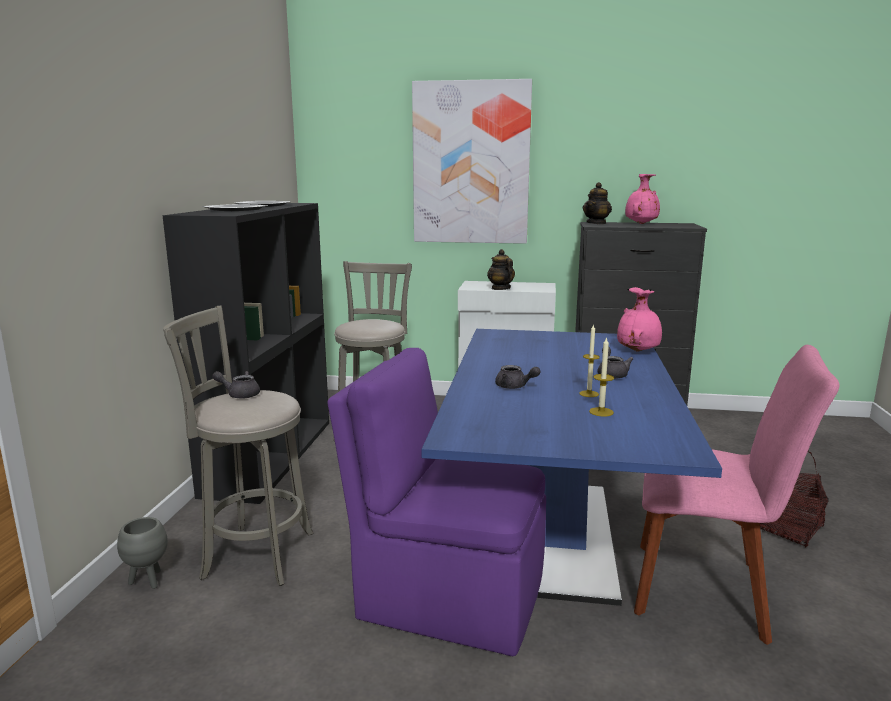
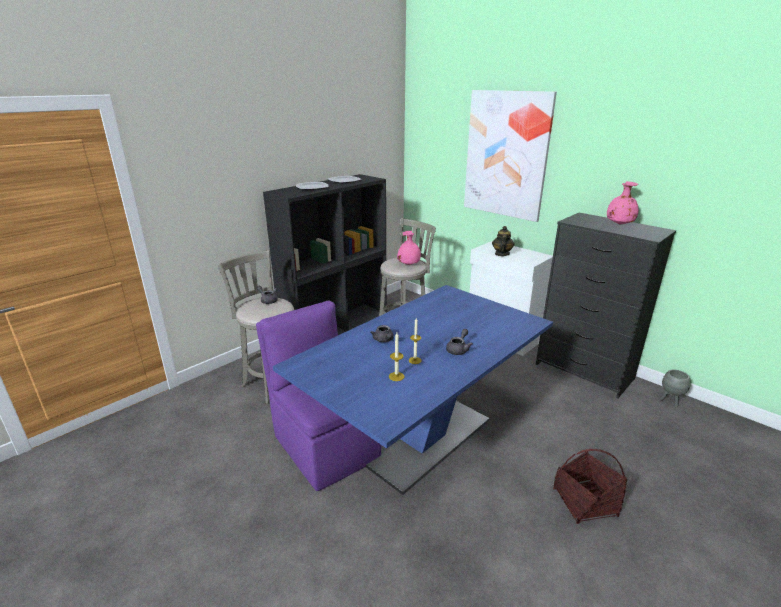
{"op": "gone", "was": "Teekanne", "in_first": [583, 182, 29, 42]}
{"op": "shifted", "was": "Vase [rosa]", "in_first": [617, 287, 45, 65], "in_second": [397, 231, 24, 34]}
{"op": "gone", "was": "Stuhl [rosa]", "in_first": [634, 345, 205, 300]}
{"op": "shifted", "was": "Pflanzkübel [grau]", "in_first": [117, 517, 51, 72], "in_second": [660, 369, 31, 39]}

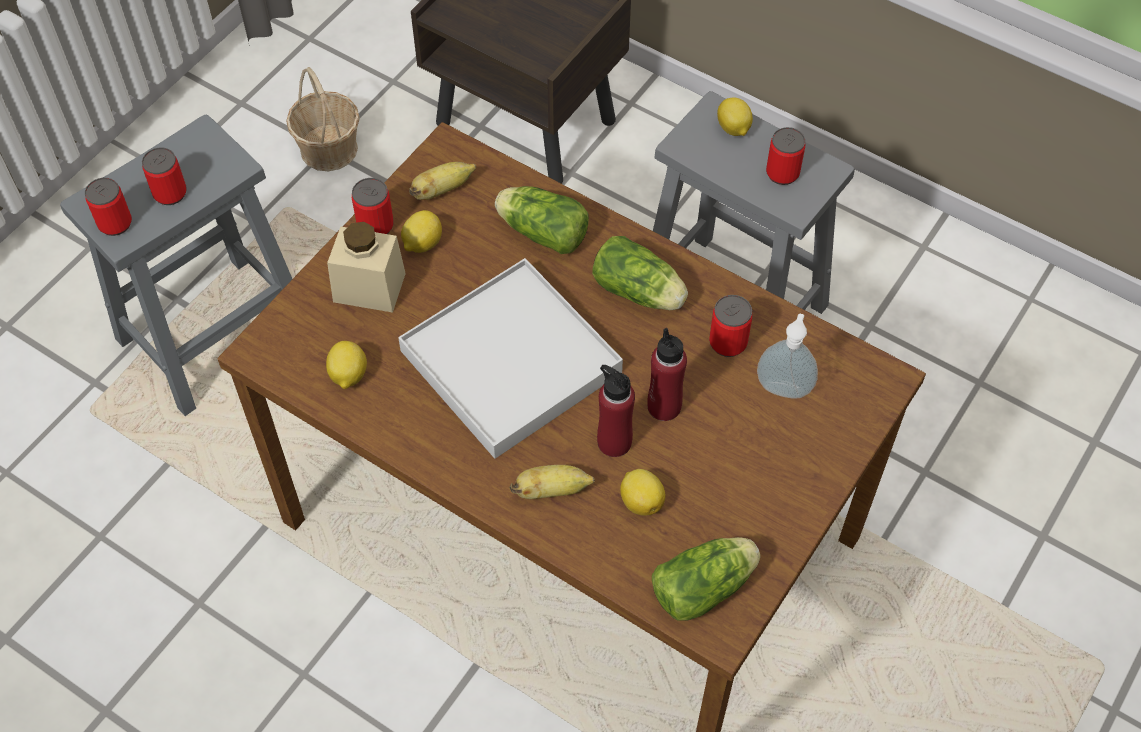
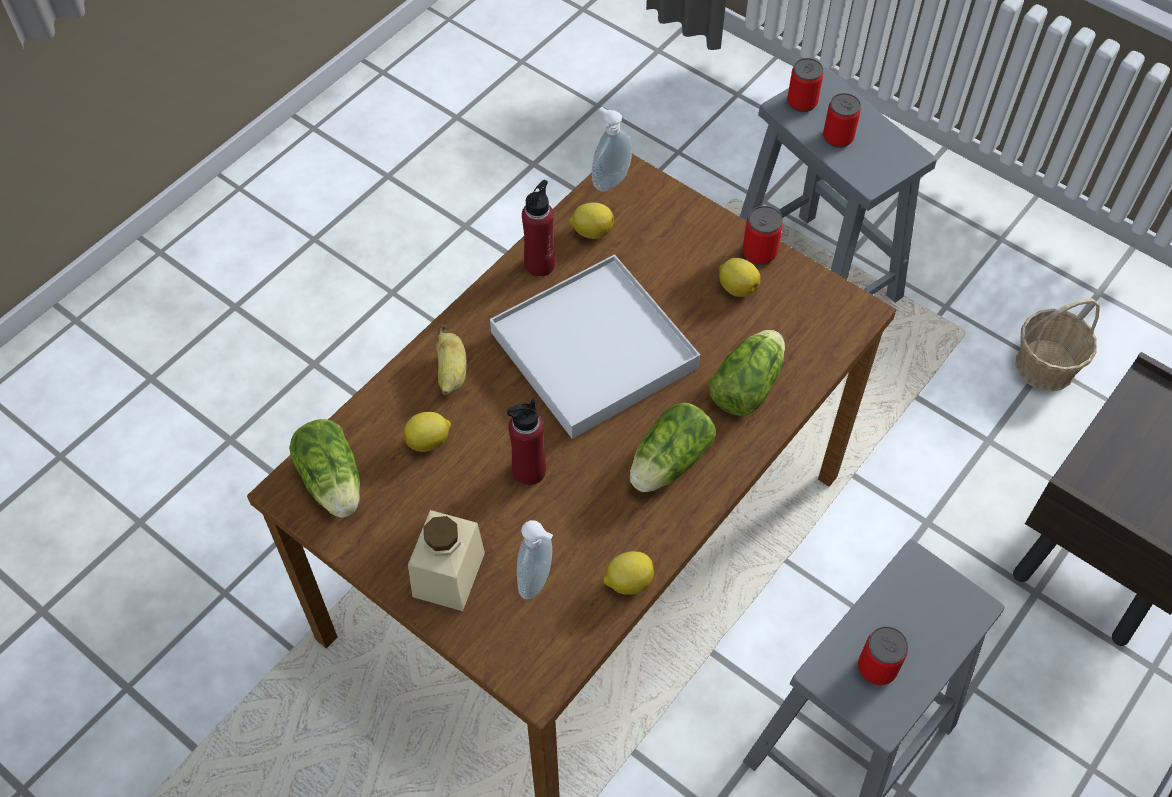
{"op": "shifted", "was": "Zitrone", "in_first": [717, 97, 36, 39], "in_second": [603, 551, 51, 44]}
{"op": "gone", "was": "Banane", "in_first": [409, 162, 67, 38]}
{"op": "shifted", "was": "Vorratsglas [beige]", "in_first": [327, 222, 79, 91], "in_second": [408, 510, 77, 101]}
{"op": "gone", "was": "Dose", "in_first": [709, 295, 44, 62]}
{"op": "shifted", "was": "Flasche [rot]", "in_first": [597, 365, 38, 92], "in_second": [522, 180, 33, 97]}
{"op": "new", "now": "Seifenspender", "in_second": [592, 107, 40, 85]}

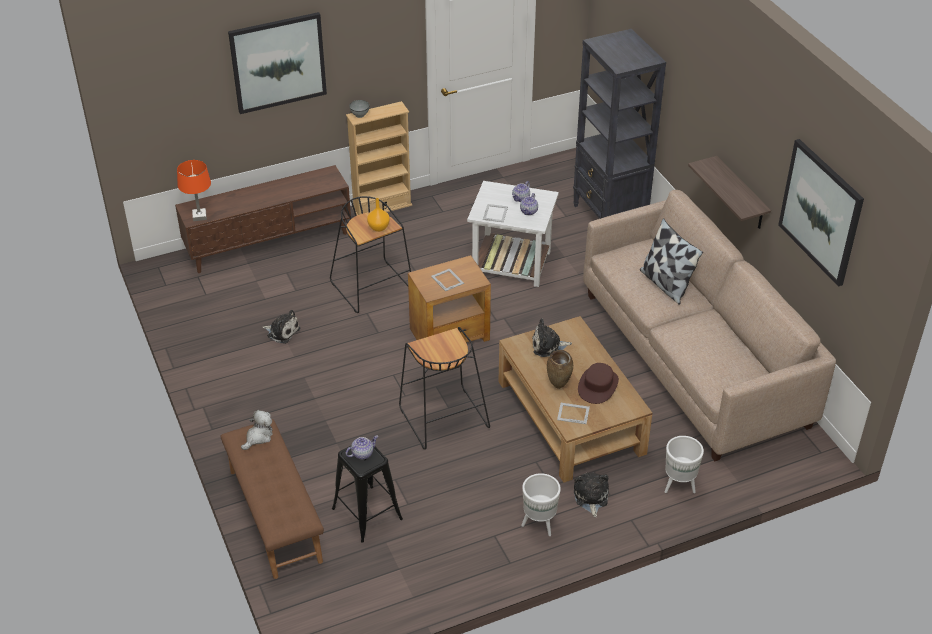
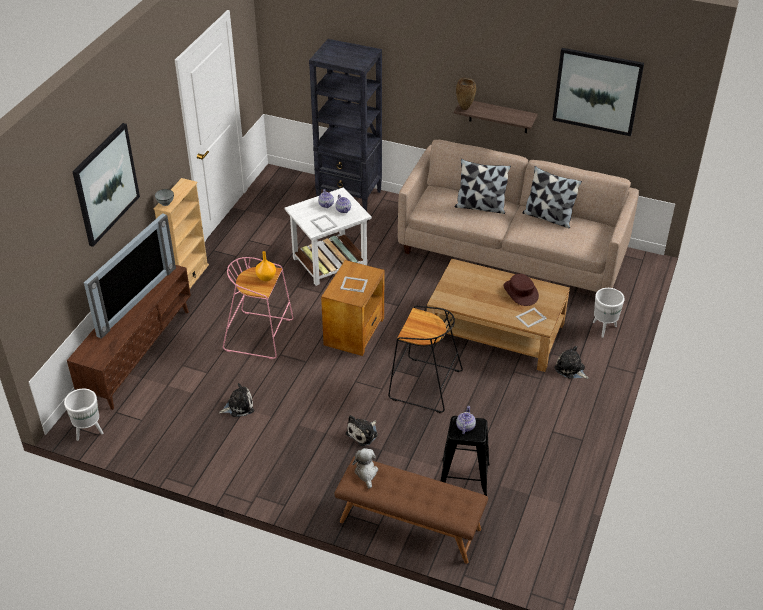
{"op": "gone", "was": "Tischlampe [orange]", "in_first": [177, 160, 34, 61]}
{"op": "repainted", "was": "Hocker [schwarz]", "now": "Hocker [rosa]", "in_first": [330, 196, 81, 117], "in_second": [223, 257, 71, 102]}
{"op": "shifted", "was": "Plüschtier", "in_first": [532, 318, 40, 39], "in_second": [346, 415, 32, 31]}
{"op": "shifted", "was": "Vase [braun]", "in_first": [547, 350, 26, 39], "in_second": [456, 78, 20, 32]}
{"op": "shifted", "was": "Pflanzkübel [weiß]", "in_first": [521, 473, 40, 63], "in_second": [64, 389, 39, 52]}
{"op": "new", "now": "Kissen", "in_second": [522, 166, 60, 63]}
{"op": "new", "now": "Fernseher", "in_second": [84, 213, 92, 126]}

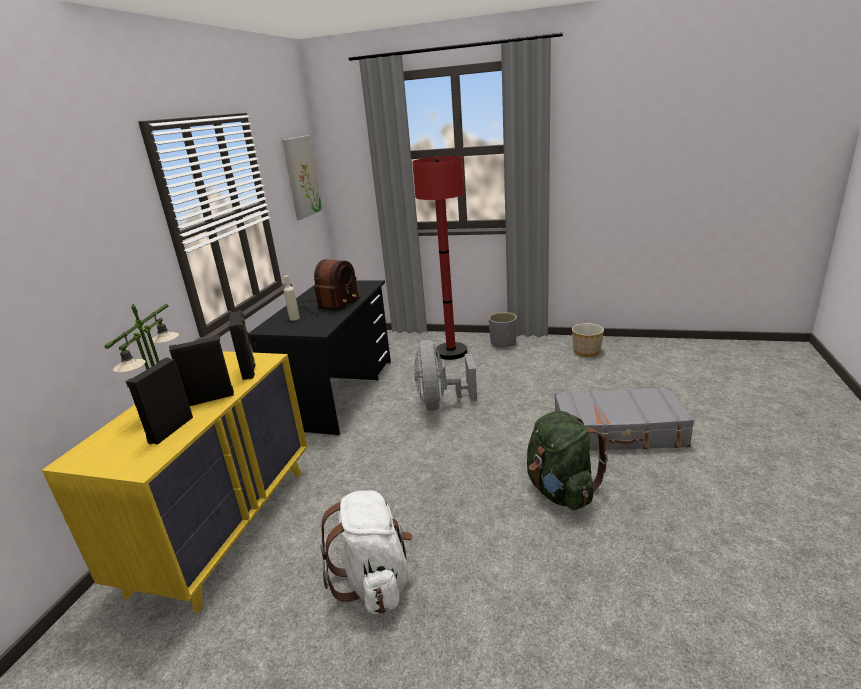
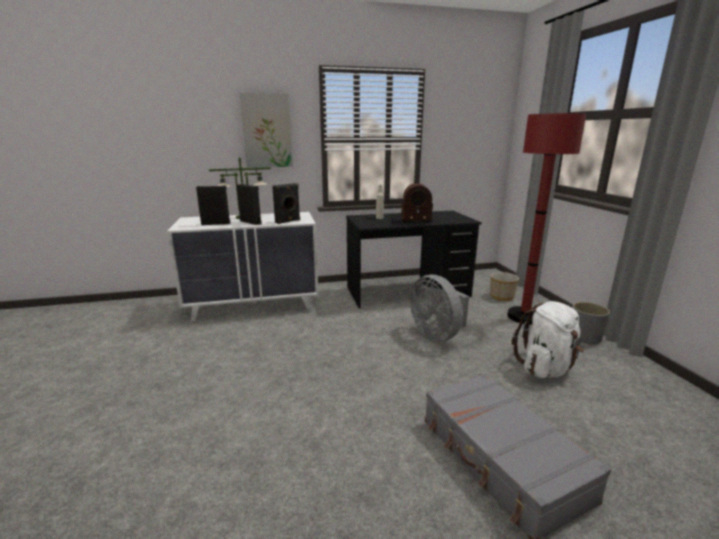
{"op": "shifted", "was": "Bild", "in_first": [282, 135, 41, 85], "in_second": [240, 93, 53, 75]}
{"op": "shifted", "was": "Pflanzkübel", "in_first": [572, 323, 32, 34], "in_second": [490, 272, 29, 29]}
{"op": "rotated", "was": "Ventilator [grau]", "in_first": [414, 340, 63, 71], "in_second": [410, 274, 59, 67], "clockwise": -90}
{"op": "repainted", "was": "Kommode [gelb]", "now": "Kommode [weiß]", "in_first": [42, 351, 266, 262], "in_second": [167, 212, 151, 110]}
{"op": "gone", "was": "Rucksack [grün]", "in_first": [527, 411, 81, 99]}
{"op": "shifted", "was": "Rucksack [weiß]", "in_first": [320, 490, 92, 124], "in_second": [511, 301, 73, 77]}

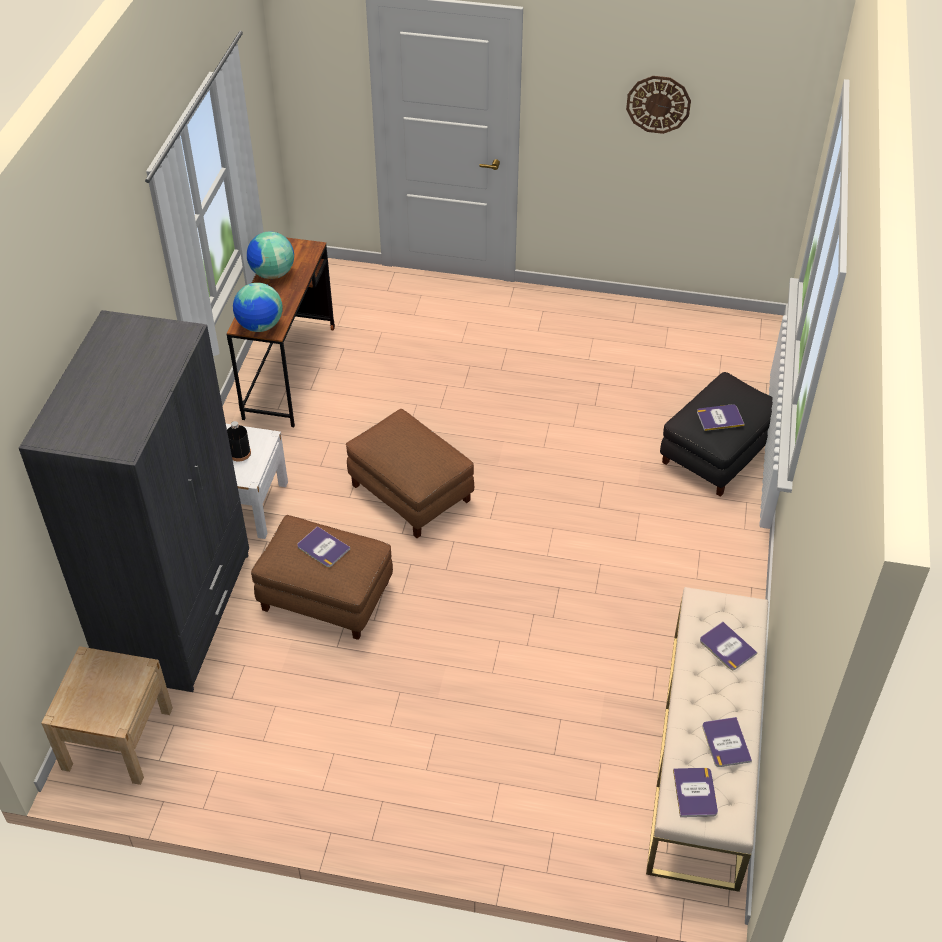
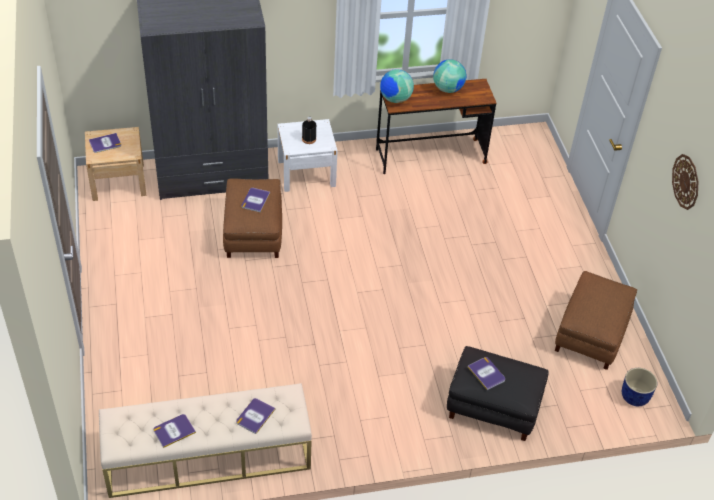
{"op": "shifted", "was": "Polsterhocker [braun]", "in_first": [346, 409, 128, 129], "in_second": [555, 271, 82, 99]}
{"op": "shifted", "was": "Buch", "in_first": [673, 768, 45, 49], "in_second": [89, 133, 32, 20]}
{"op": "new", "now": "Pflanzkübel [blau]", "in_second": [622, 368, 35, 38]}

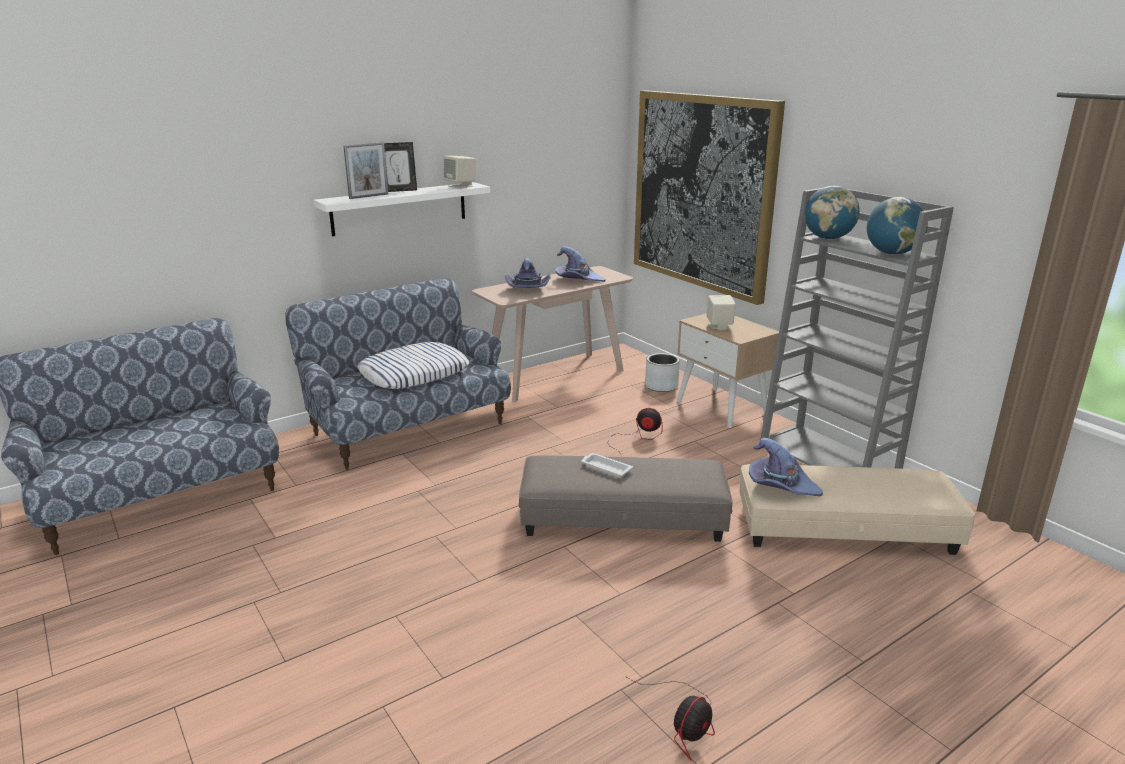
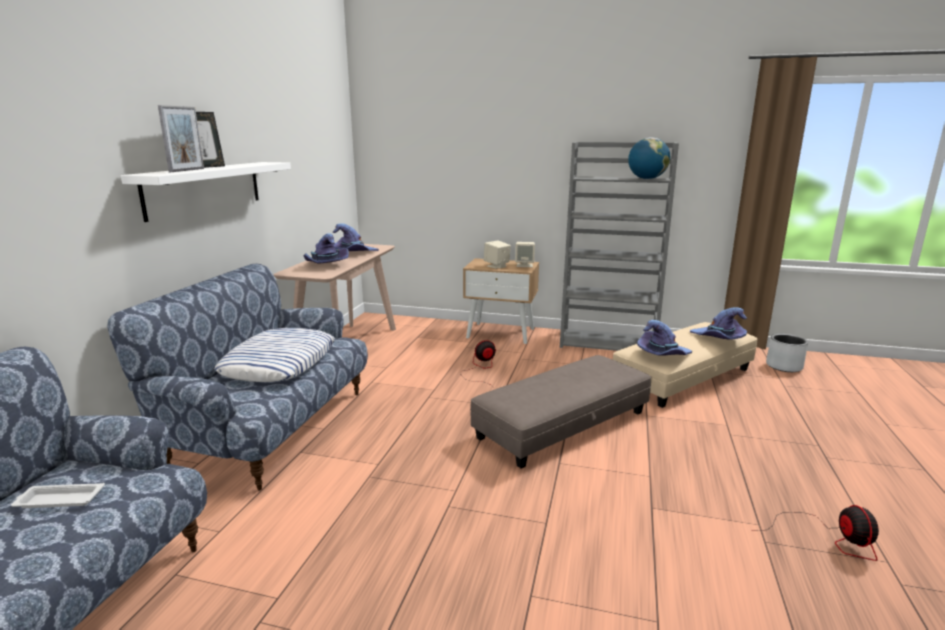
{"op": "gone", "was": "Bild", "in_first": [634, 91, 151, 214]}
{"op": "shifted", "was": "Lautsprecher [beige]", "in_first": [443, 156, 33, 33], "in_second": [515, 242, 20, 25]}
{"op": "gone", "was": "Globus", "in_first": [804, 186, 56, 53]}
{"op": "shifted", "was": "Pflanzkübel [grau]", "in_first": [645, 353, 35, 39], "in_second": [766, 334, 42, 38]}
{"op": "shifted", "was": "Tablett [weiß]", "in_first": [581, 453, 52, 24], "in_second": [11, 483, 94, 25]}
{"op": "new", "now": "Hut [lila]", "in_second": [690, 307, 57, 33]}

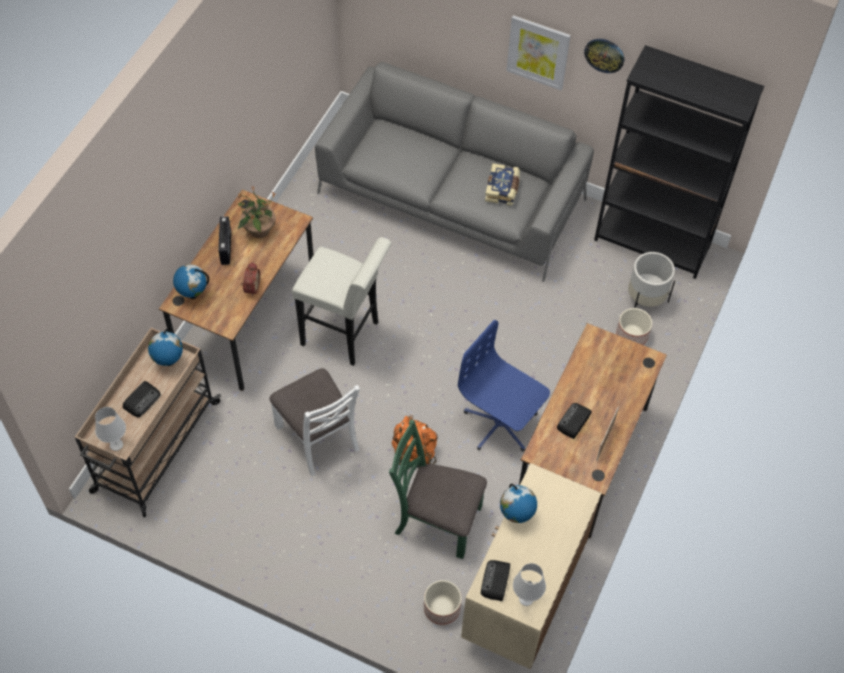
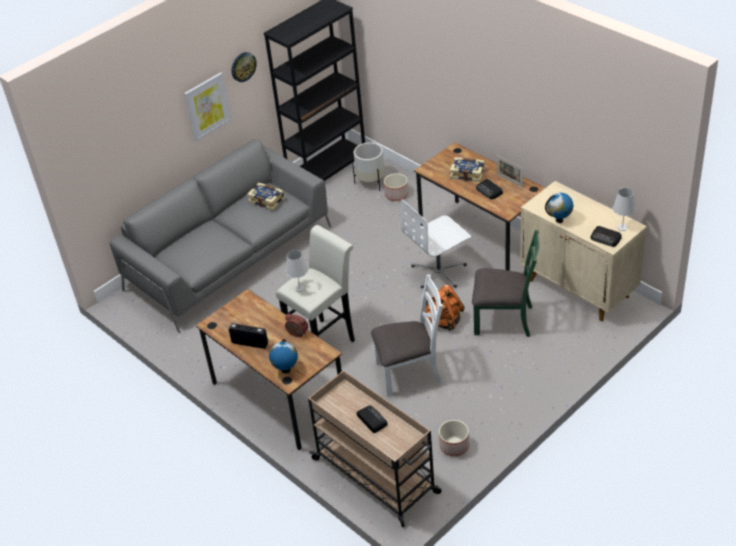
{"op": "gone", "was": "Topfpflanze", "in_first": [237, 186, 39, 52]}
{"op": "repainted", "was": "Bürostuhl [blau]", "now": "Bürostuhl [weiß]", "in_first": [458, 320, 92, 132], "in_second": [401, 199, 70, 89]}
{"op": "gone", "was": "Globus", "in_first": [148, 329, 35, 37]}
{"op": "shifted", "was": "Tischlampe [weiß]", "in_first": [95, 407, 31, 44], "in_second": [285, 250, 23, 42]}
{"op": "rotated", "was": "Stuhl [grün]", "in_first": [389, 420, 98, 139], "in_second": [472, 230, 67, 107], "clockwise": -120}
{"op": "shifted", "was": "Pflanzkübel", "in_first": [424, 580, 38, 45], "in_second": [439, 420, 30, 36]}
{"op": "new", "now": "Buch", "in_second": [450, 157, 35, 25]}

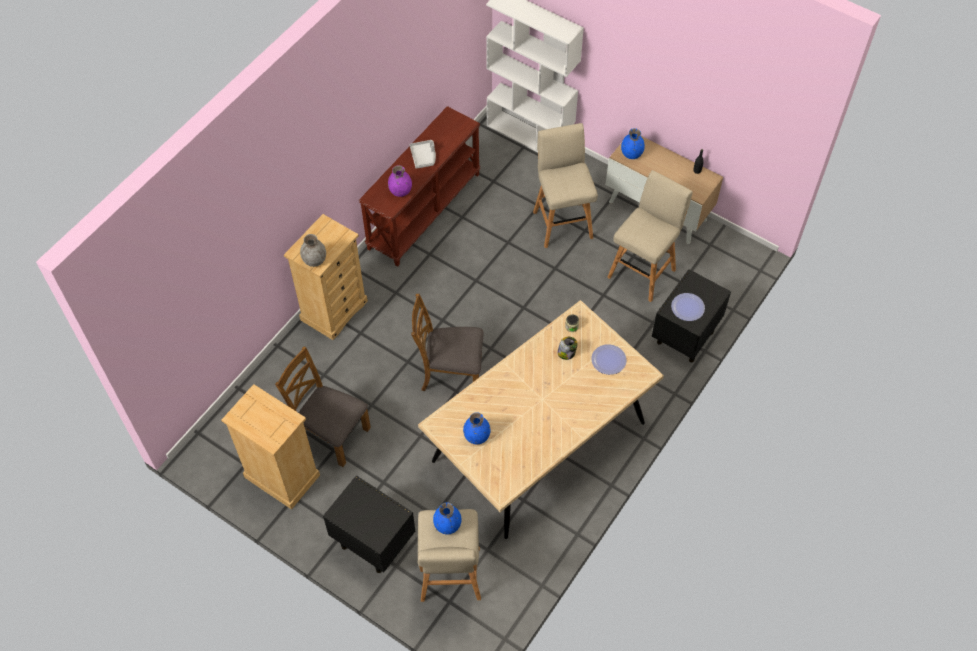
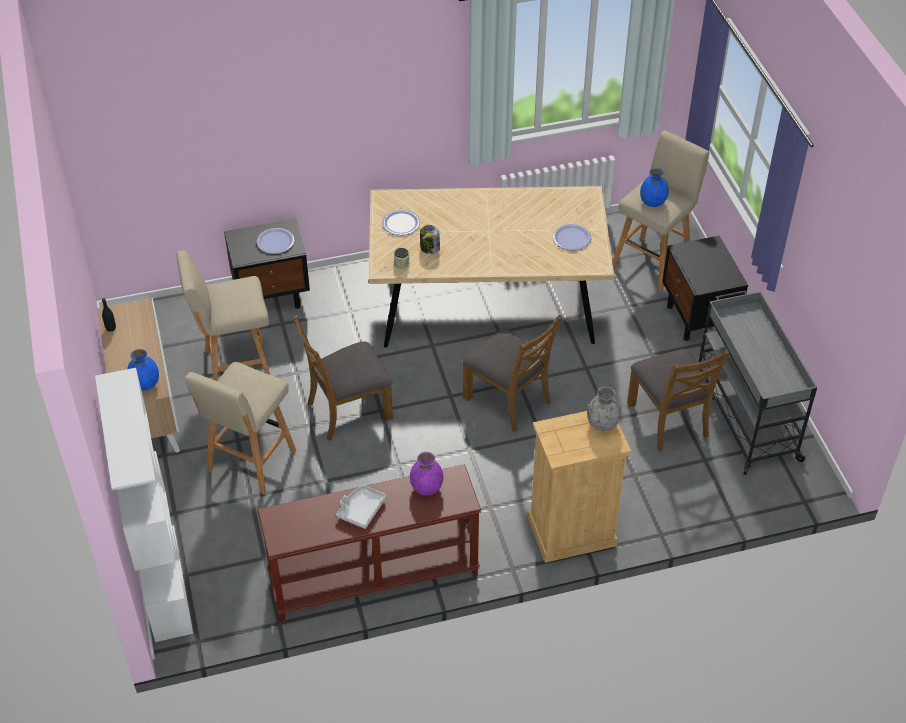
{"op": "swapped", "was": "Kommode [beige]", "now": "Rollwagen [grau]", "in_first": [221, 384, 99, 126], "in_second": [698, 291, 119, 184]}
{"op": "swapped", "was": "Vase [blau]", "now": "Teller", "in_first": [463, 412, 28, 32], "in_second": [553, 224, 38, 26]}
{"op": "new", "now": "Stuhl [braun]", "in_second": [292, 315, 101, 126]}

